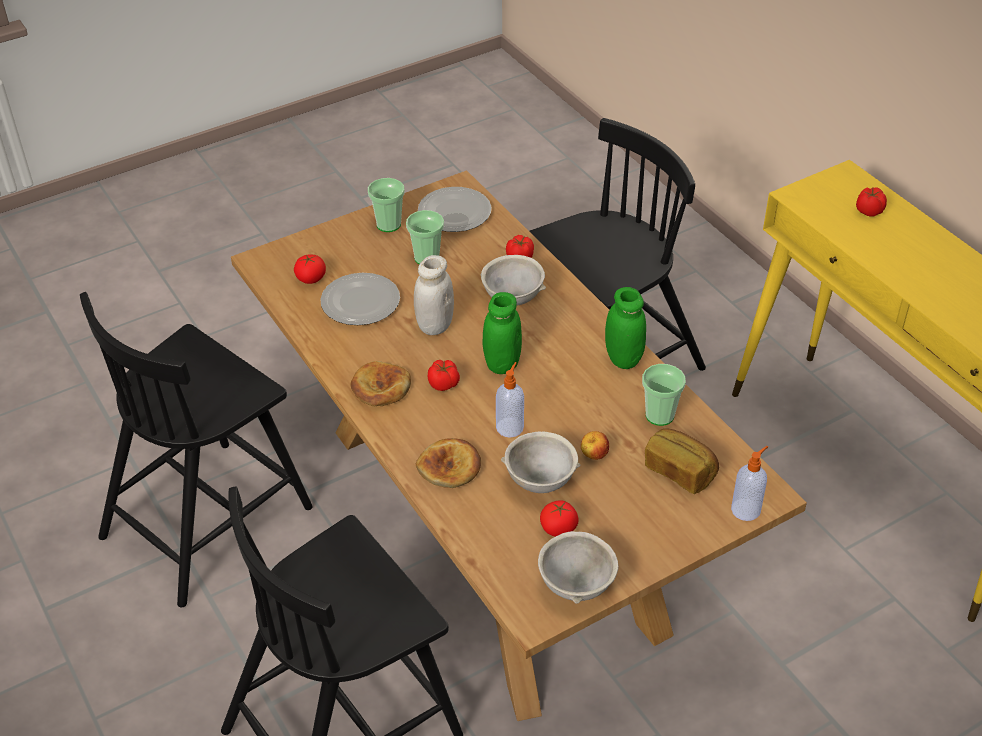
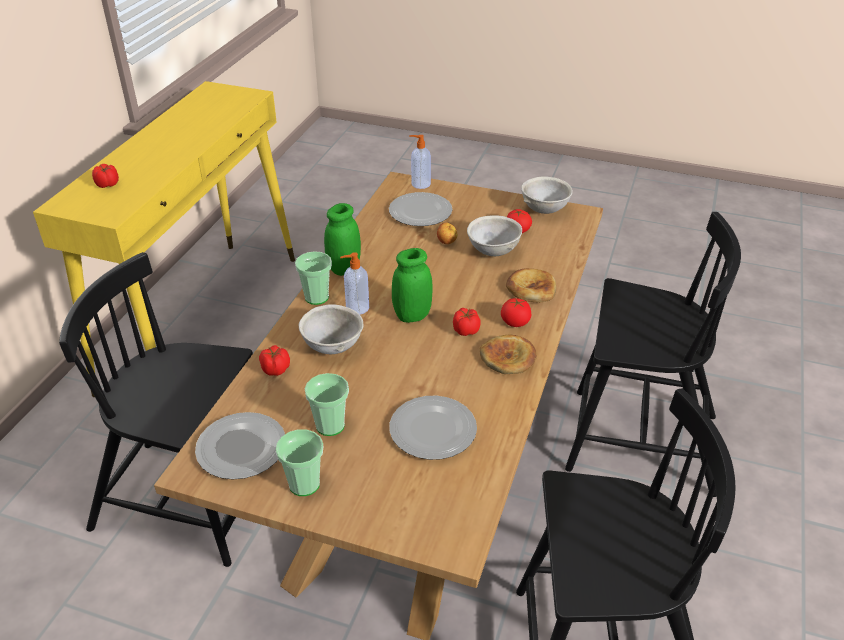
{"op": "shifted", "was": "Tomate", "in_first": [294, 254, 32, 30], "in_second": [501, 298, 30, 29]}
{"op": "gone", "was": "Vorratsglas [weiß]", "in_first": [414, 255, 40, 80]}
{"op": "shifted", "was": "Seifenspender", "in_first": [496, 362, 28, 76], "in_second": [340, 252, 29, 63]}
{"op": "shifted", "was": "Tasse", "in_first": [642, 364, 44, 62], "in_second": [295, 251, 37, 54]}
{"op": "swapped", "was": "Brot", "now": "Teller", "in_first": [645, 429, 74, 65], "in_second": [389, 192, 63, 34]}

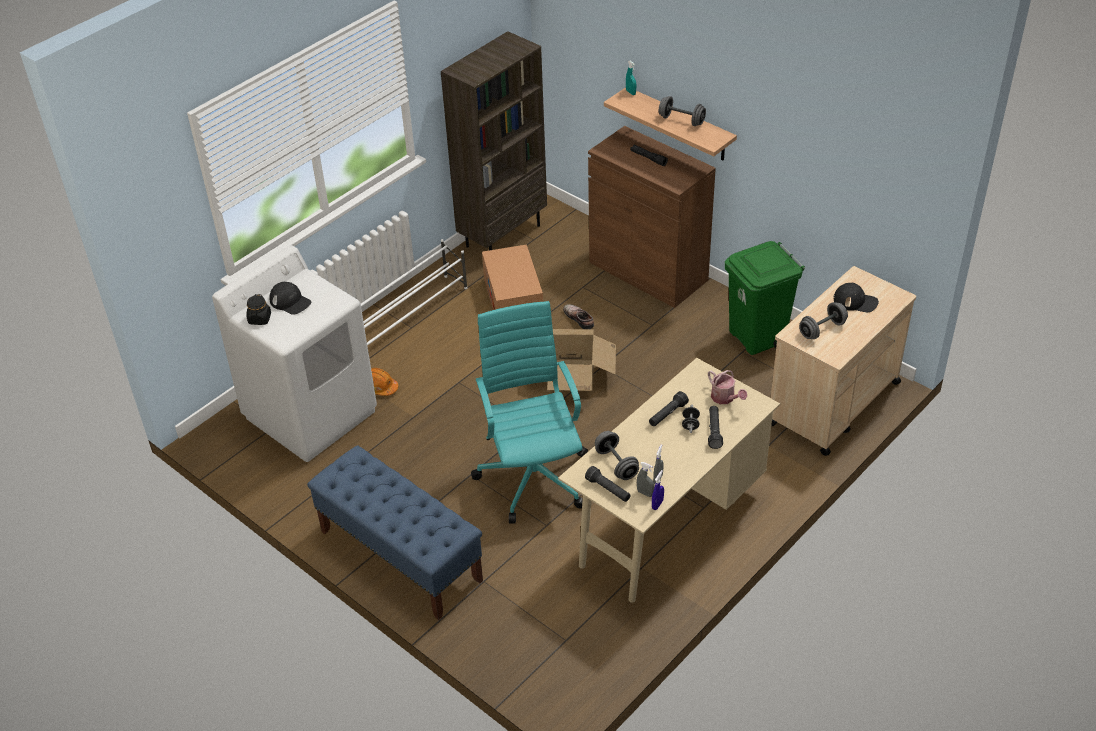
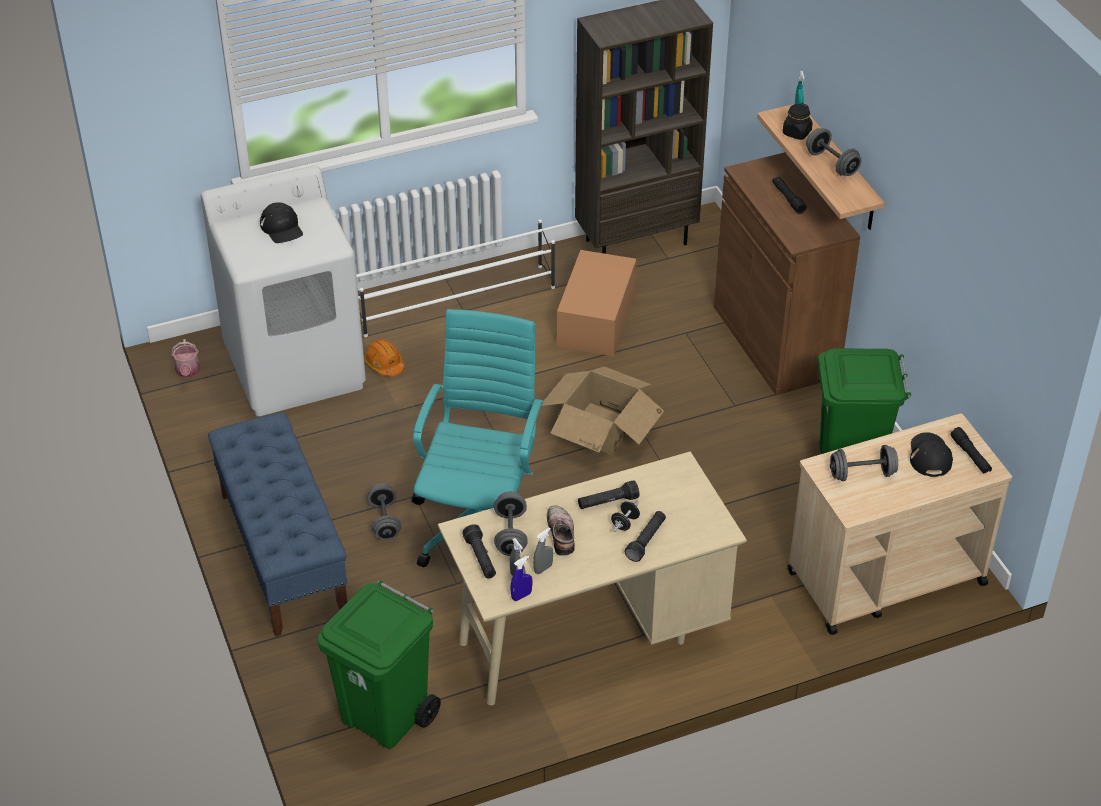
{"op": "rotated", "was": "Kappe [schwarz]", "in_first": [833, 283, 46, 29], "in_second": [910, 432, 43, 45], "clockwise": -135}
{"op": "shifted", "was": "Vorratsglas [schwarz]", "in_first": [246, 294, 25, 31], "in_second": [783, 103, 30, 37]}
{"op": "shifted", "was": "Schuh", "in_first": [563, 304, 31, 25], "in_second": [547, 506, 28, 50]}
{"op": "shifted", "was": "Gießkanne", "in_first": [708, 370, 39, 34], "in_second": [171, 339, 29, 39]}
{"op": "new", "now": "Taschenlampe [schwarz]", "in_second": [950, 427, 42, 47]}
{"op": "new", "now": "Hantel [grau]", "in_second": [367, 483, 34, 57]}
{"op": "new", "now": "Mülleimer [grün]", "in_second": [318, 581, 123, 168]}

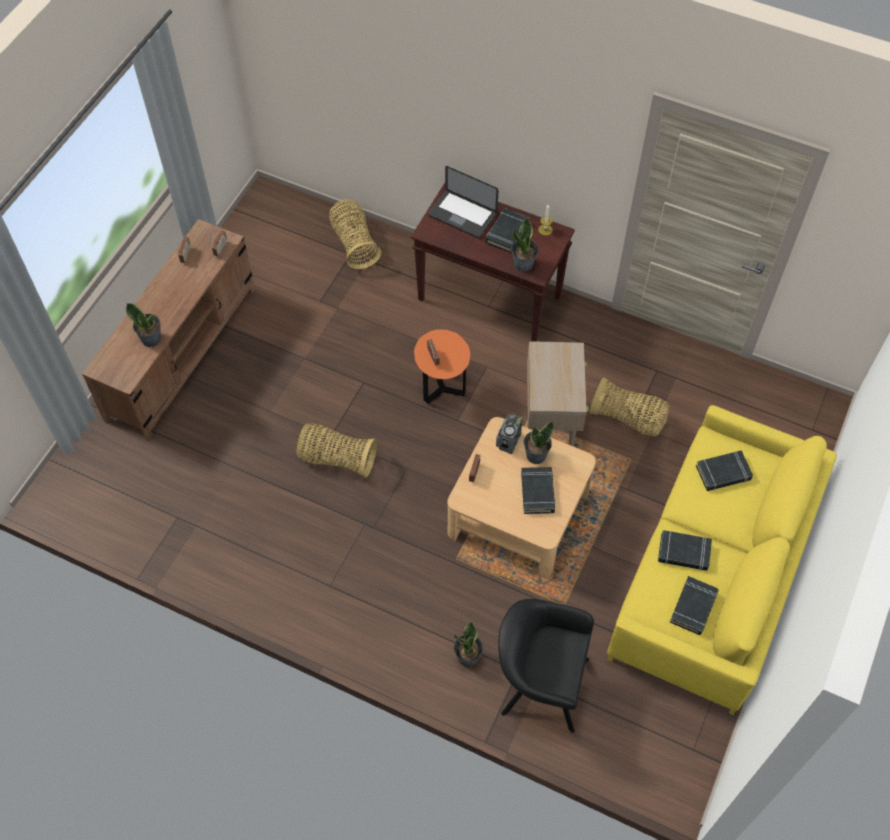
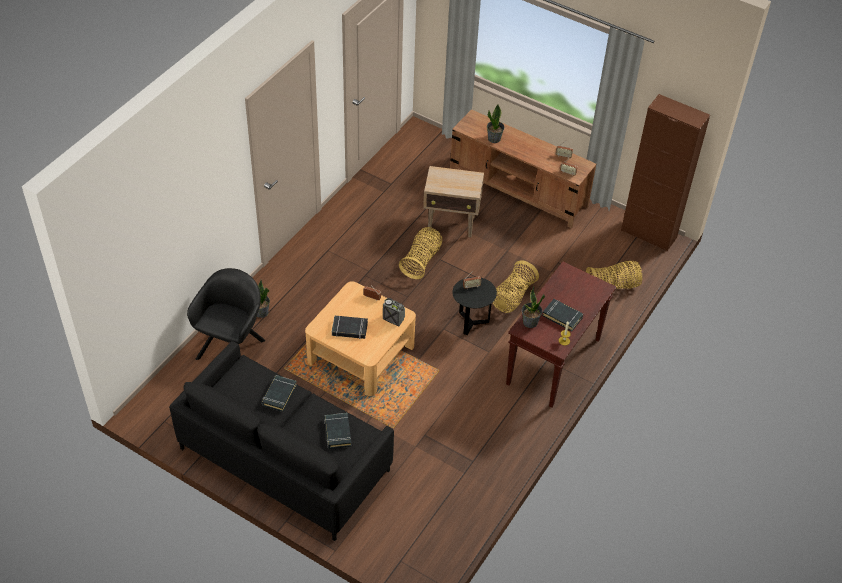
{"op": "gone", "was": "Laptop", "in_first": [428, 166, 71, 72]}
{"op": "repainted", "was": "Beistelltisch [orange]", "now": "Beistelltisch [schwarz]", "in_first": [414, 329, 56, 75], "in_second": [452, 277, 45, 58]}
{"op": "shifted", "was": "Beistelltisch [beige]", "in_first": [527, 341, 62, 106], "in_second": [423, 166, 61, 71]}
{"op": "shifted", "was": "Korb", "in_first": [590, 377, 79, 59], "in_second": [493, 260, 46, 53]}
{"op": "repainted", "was": "Sofa [gelb]", "now": "Sofa [schwarz]", "in_first": [607, 405, 230, 310], "in_second": [169, 341, 225, 200]}
{"op": "gone", "was": "Topfpflanze", "in_first": [524, 421, 30, 43]}
{"op": "gone", "was": "Buch [schwarz]", "in_first": [670, 576, 49, 59]}
{"op": "new", "now": "Schrank [braun]", "in_second": [621, 94, 89, 157]}

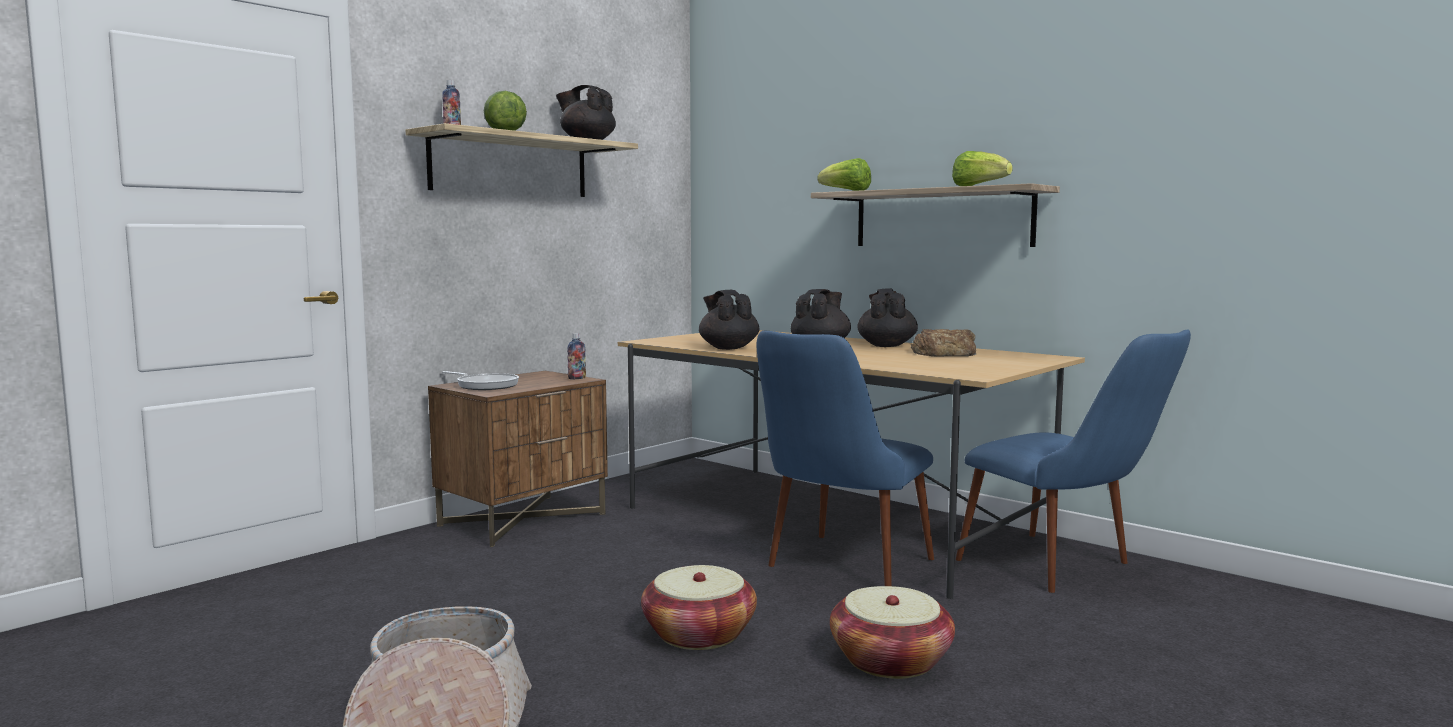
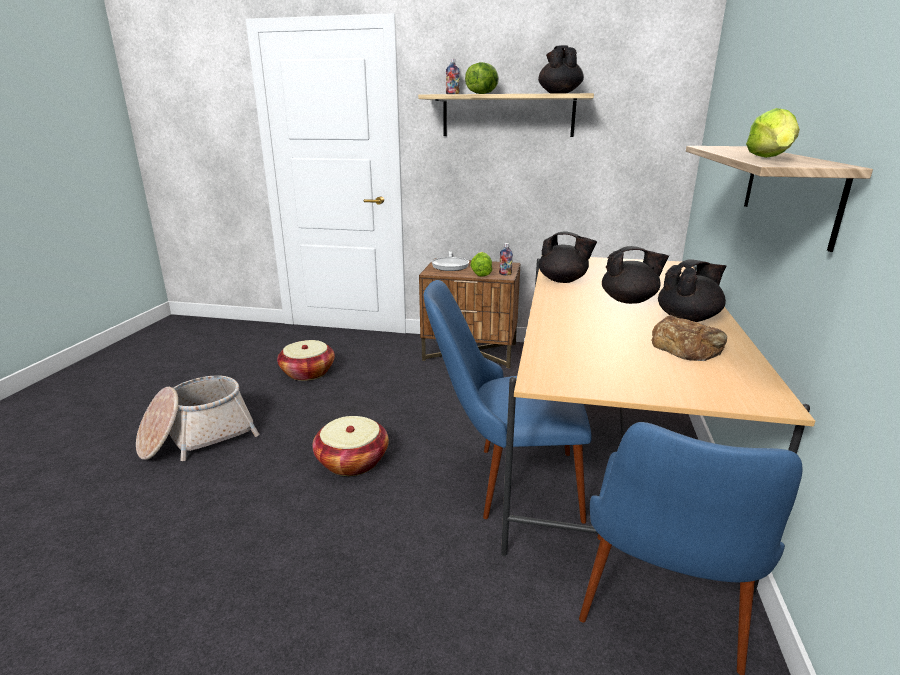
{"op": "shifted", "was": "Salatkopf", "in_first": [818, 158, 53, 33], "in_second": [470, 252, 23, 25]}
{"op": "rotated", "was": "Teekanne [schwarz]", "in_first": [699, 290, 61, 60], "in_second": [538, 232, 59, 51], "clockwise": 75}
{"op": "shifted", "was": "Korb", "in_first": [830, 586, 125, 93], "in_second": [277, 340, 58, 41]}

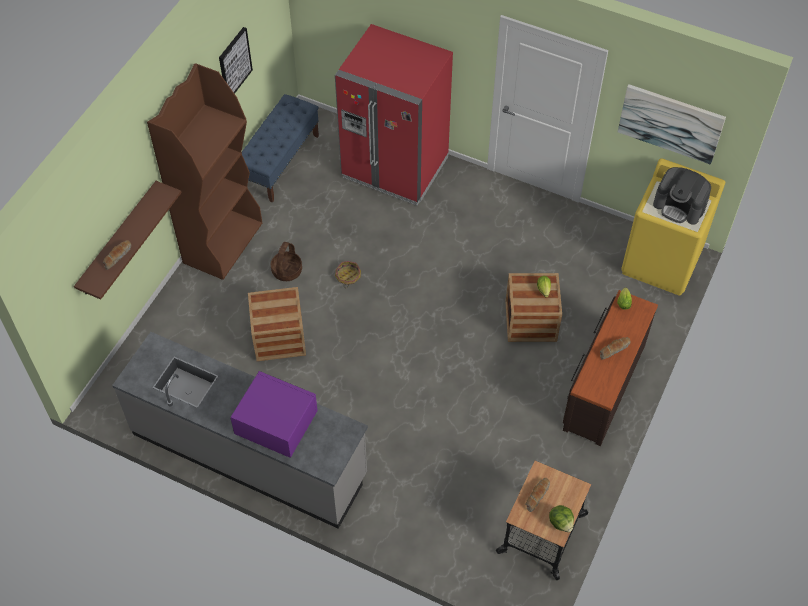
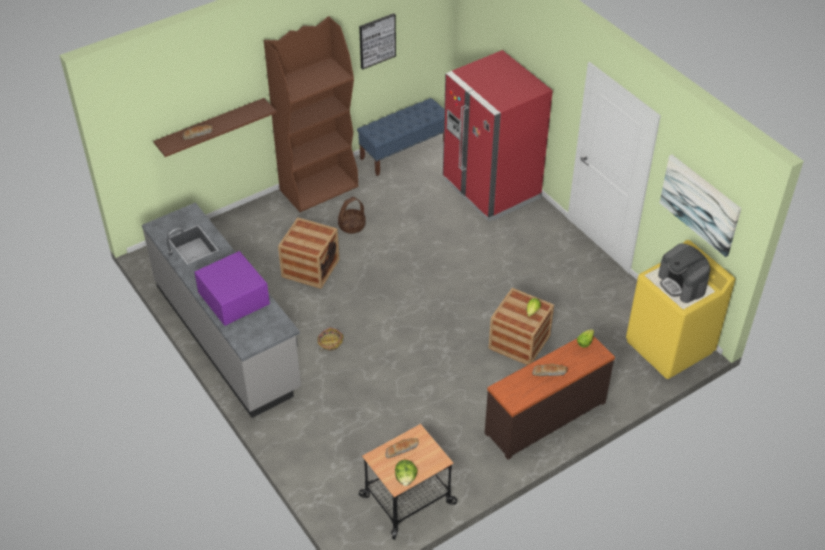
{"op": "shifted", "was": "Korb", "in_first": [335, 261, 26, 27], "in_second": [317, 327, 27, 24]}

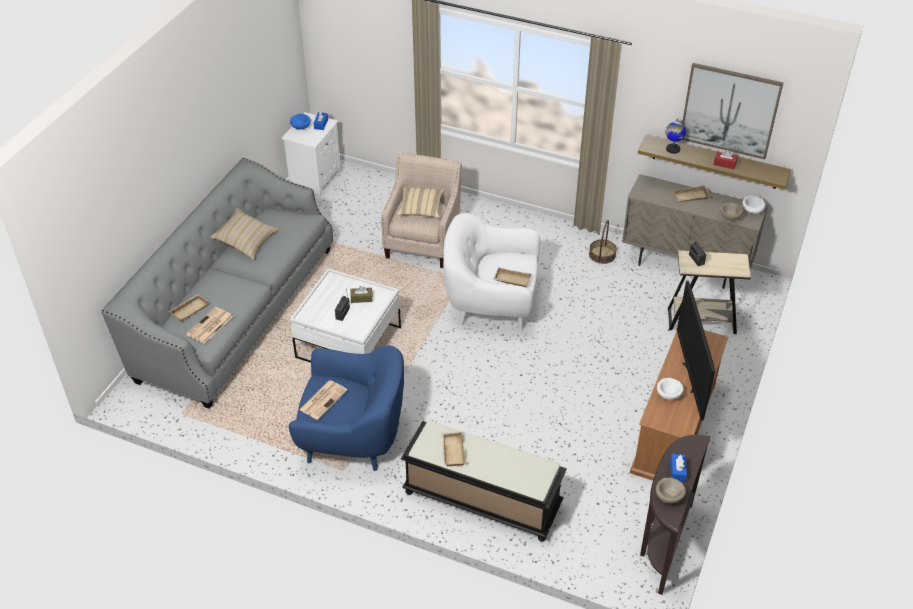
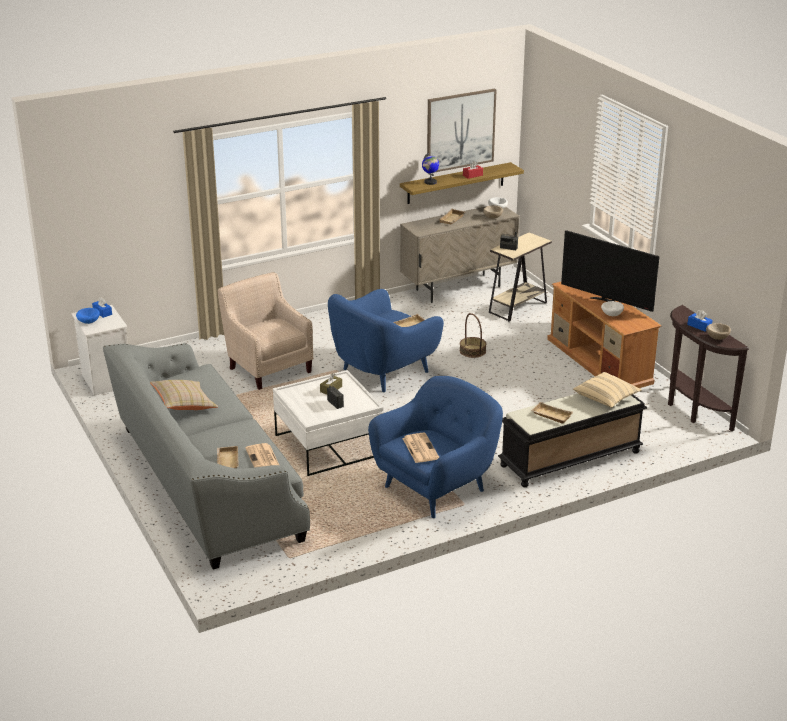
{"op": "shifted", "was": "Kissen [beige]", "in_first": [396, 187, 48, 31], "in_second": [573, 372, 69, 36]}
{"op": "repainted", "was": "Sessel [weiß]", "now": "Sessel [blau]", "in_first": [443, 213, 97, 119], "in_second": [328, 289, 116, 103]}
{"op": "shifted", "was": "Korb", "in_first": [589, 220, 28, 44], "in_second": [460, 313, 26, 45]}

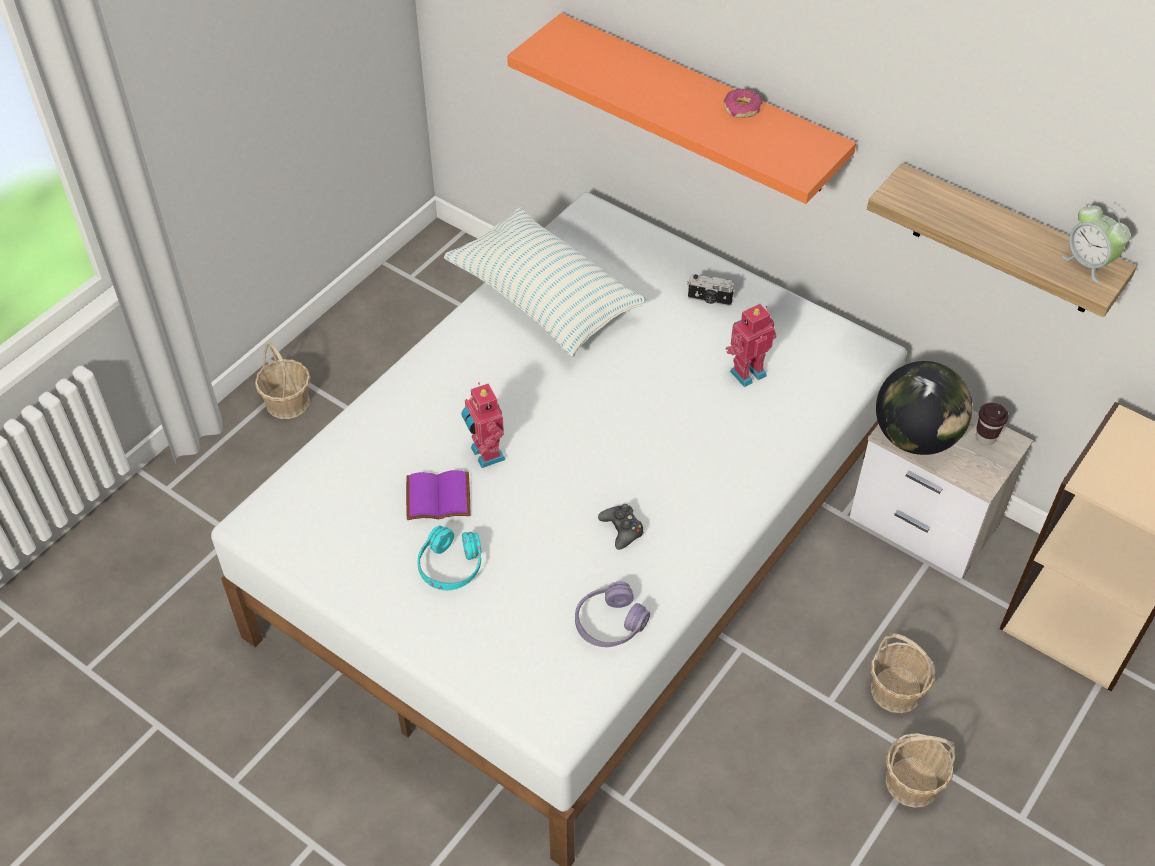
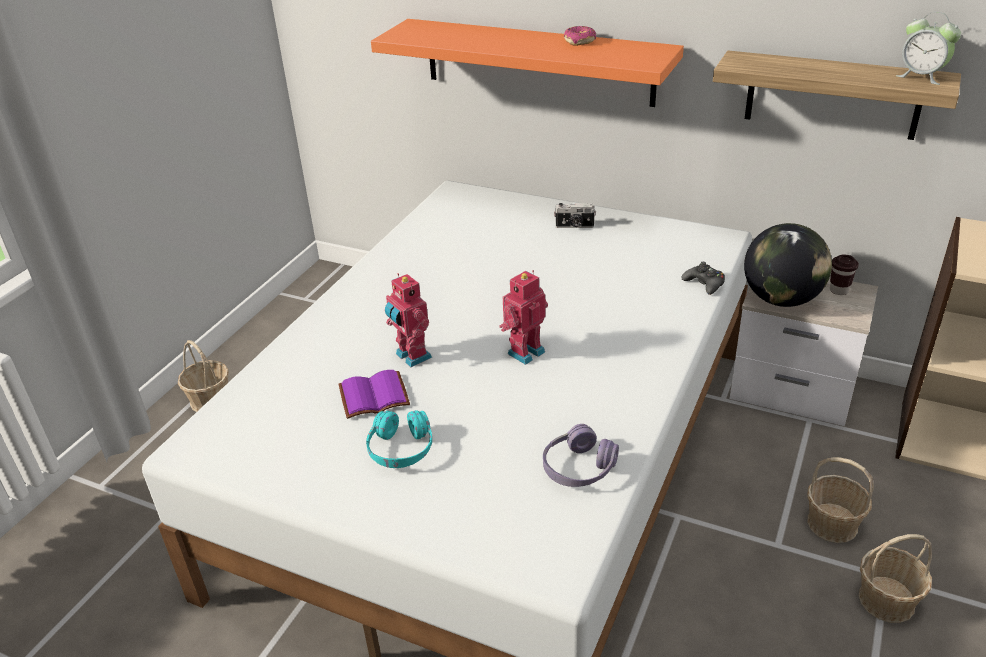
{"op": "gone", "was": "Kissen", "in_first": [444, 207, 203, 150]}
{"op": "shifted", "was": "Spielzeugroboter", "in_first": [726, 304, 51, 83], "in_second": [499, 270, 49, 95]}
{"op": "shifted", "was": "Gamepad [schwarz]", "in_first": [598, 504, 46, 46], "in_second": [682, 262, 43, 33]}

